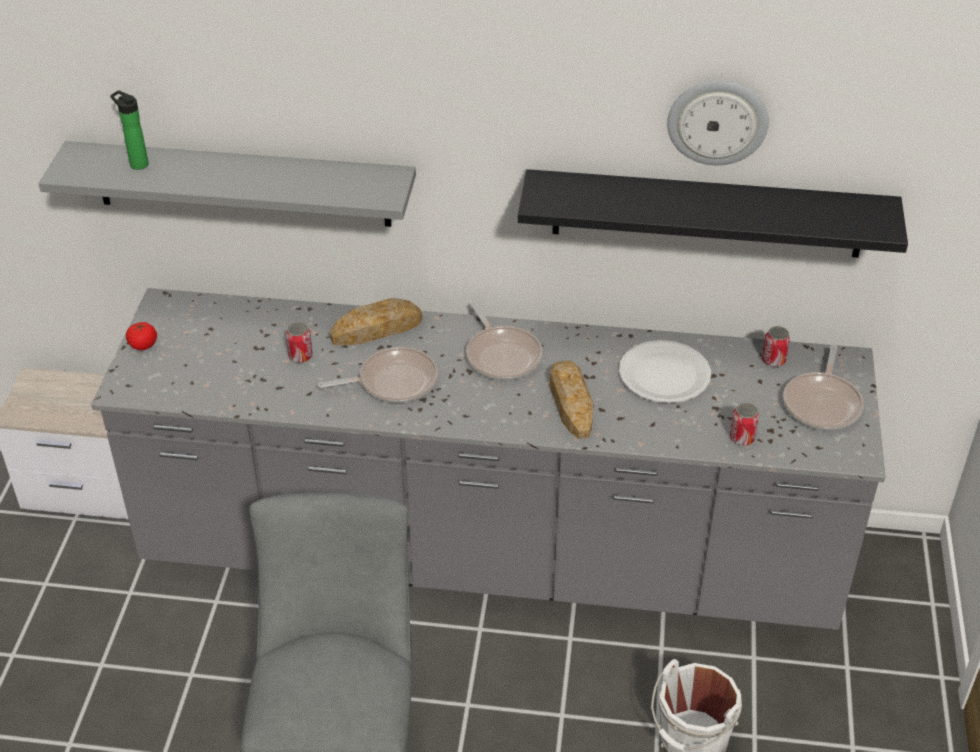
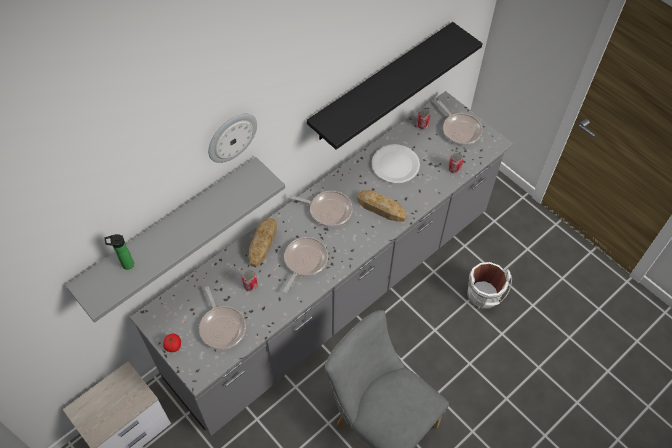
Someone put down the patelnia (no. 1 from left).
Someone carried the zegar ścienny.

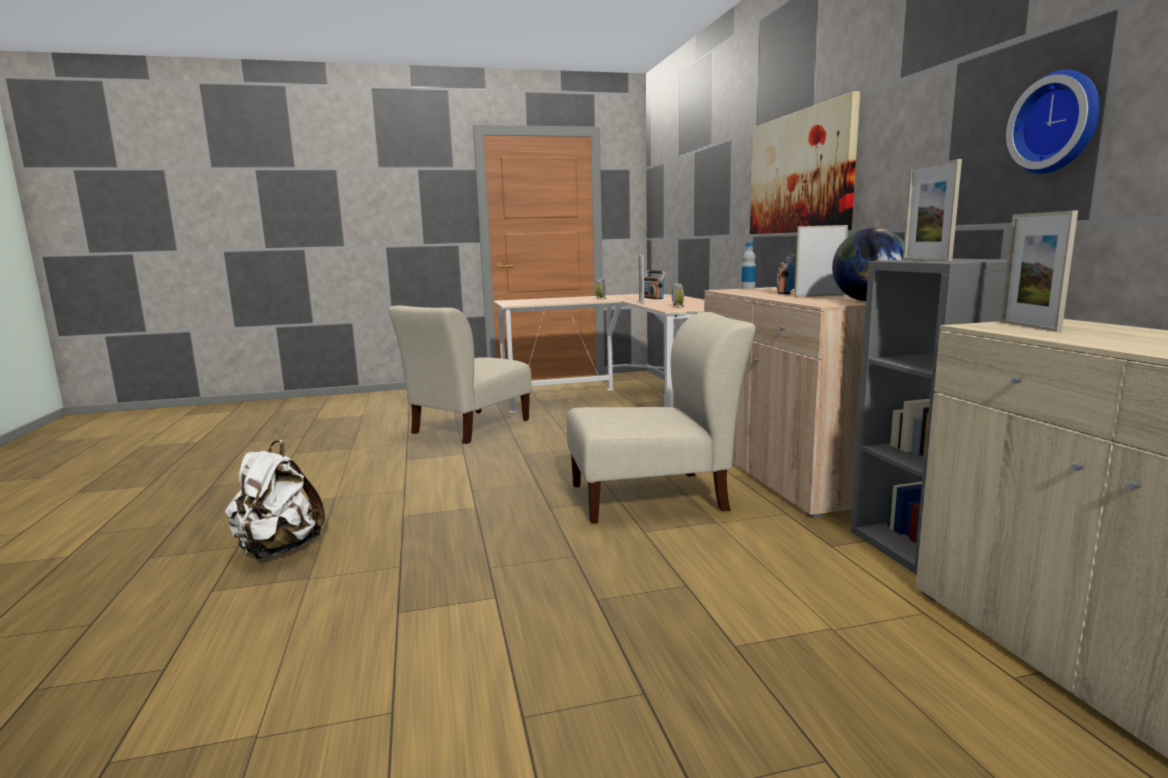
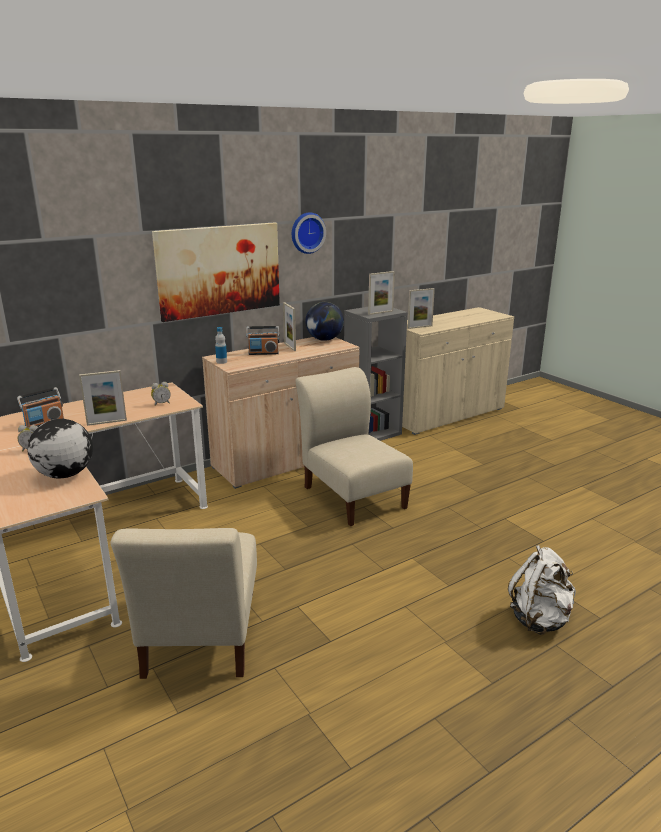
Someone put down the globus (no. 1 from left).
Someone rotated the krzesło/beżowy (no. 1 from left) by 75 degrees clockwise.
Someone carried the zegar ścienny.

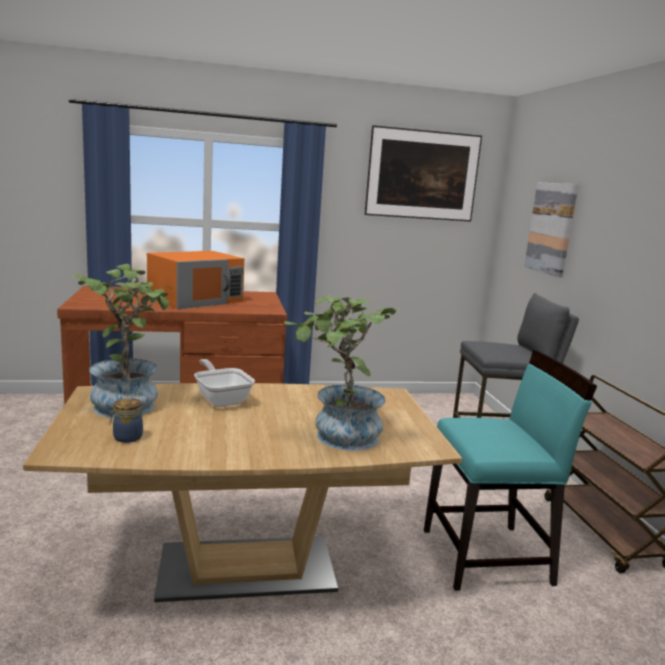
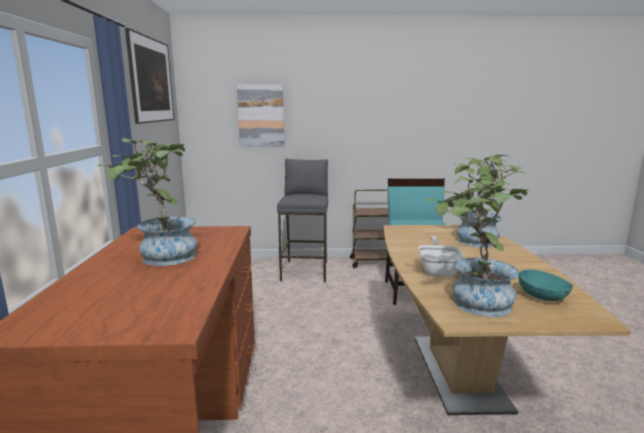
Someone swapped the mikrofalówka/pomarańczowy for the roślina doniczkowa (no. 1 from left).
Someone rotated the patelnia by 120 degrees clockwise.
Someone swapped the słoik for the miska/turkusowy.

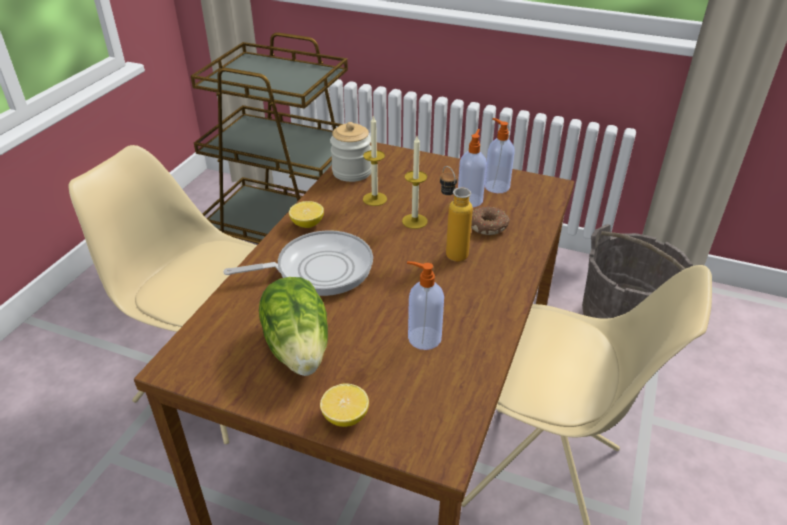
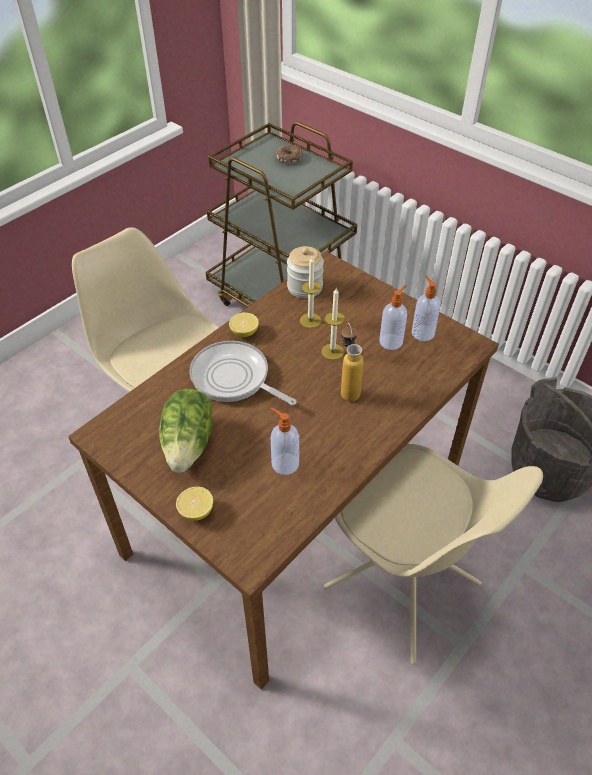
Someone rotated the patelnia by 150 degrees counterclockwise.
Someone carried the donut.

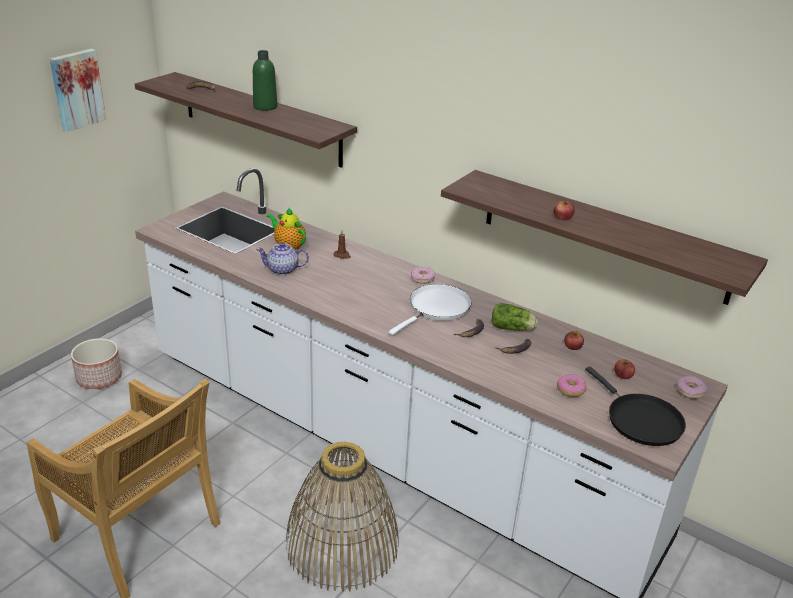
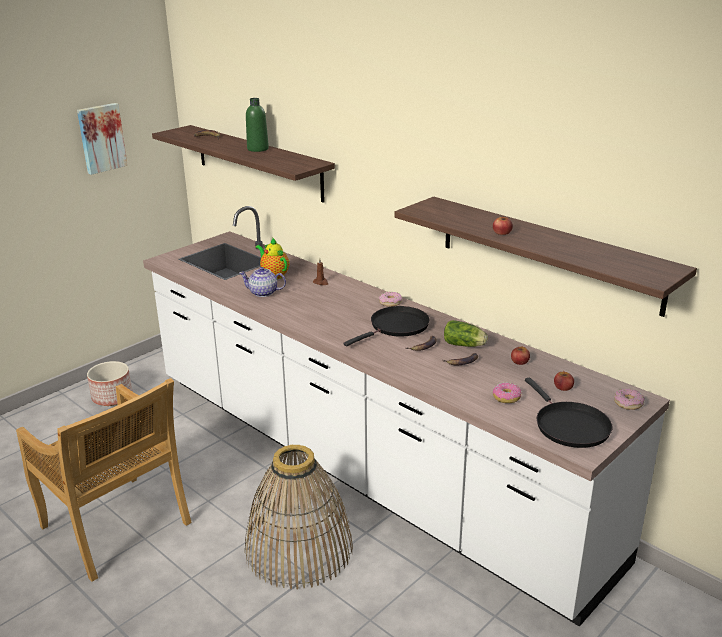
Someone repainted the patelnia/biały, which became the patelnia/czarny (no. 1 from left).

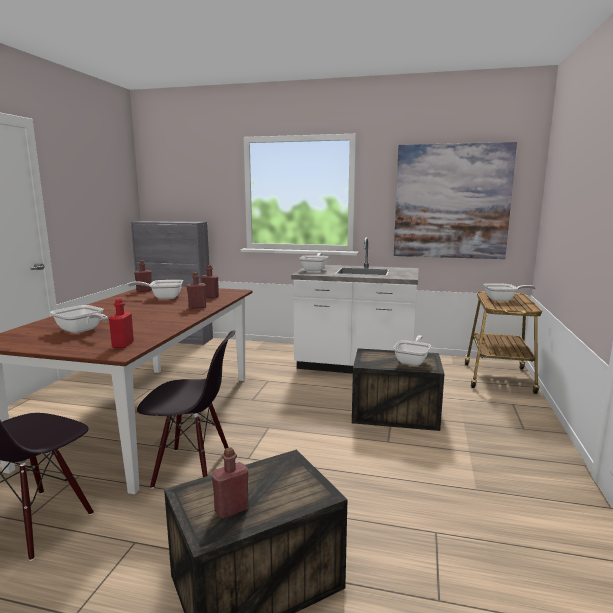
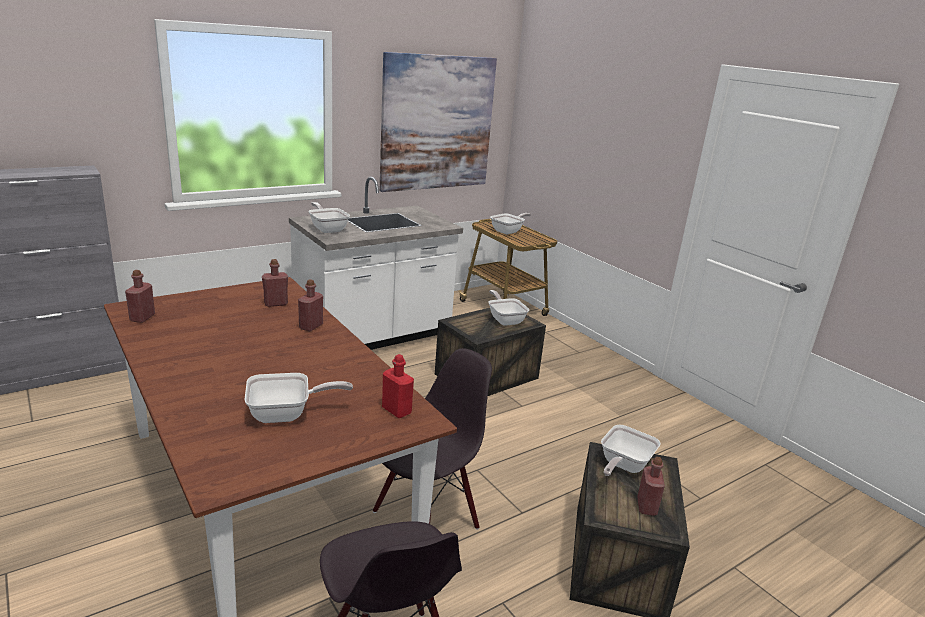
Someone carried the patelnia (no. 2 from left in the first image).

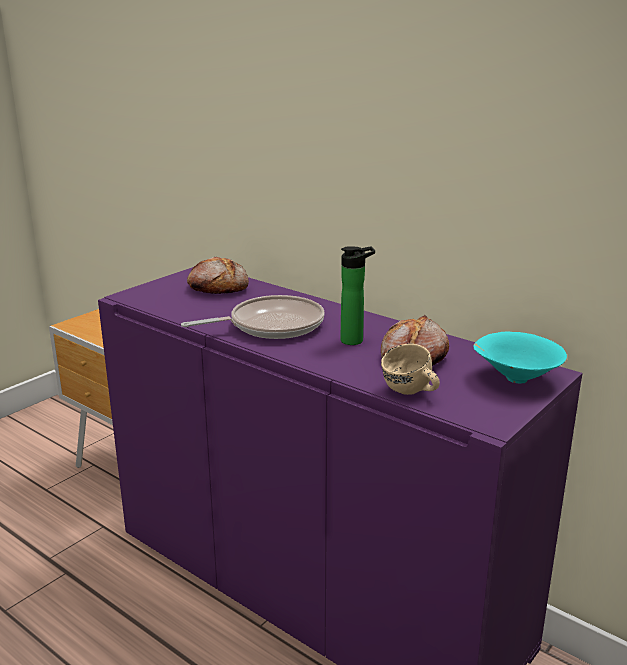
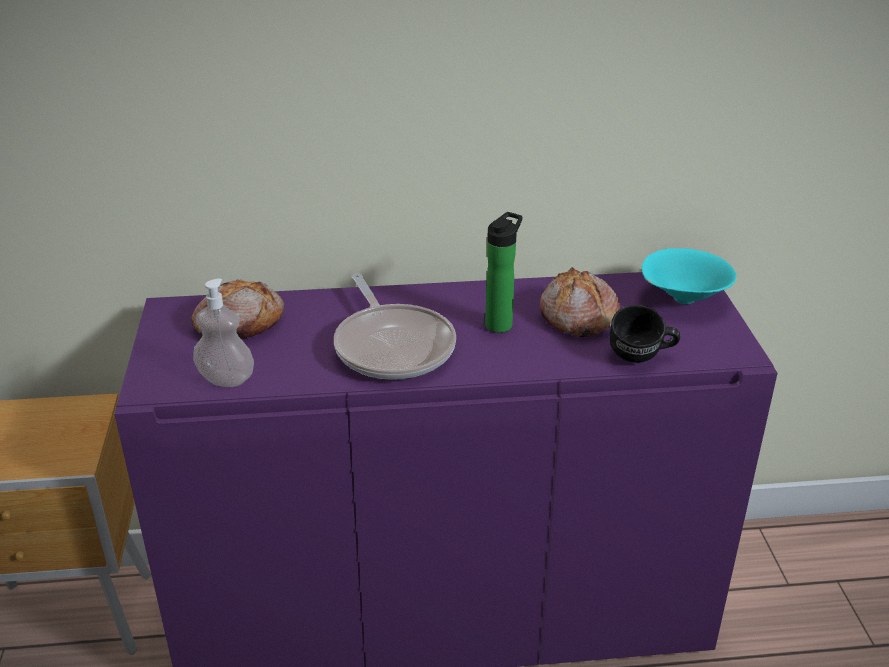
Someone put down the dozownik mydła.
Someone rotated the patelnia by 135 degrees clockwise.
Someone repainted the kubek/beżowy, which became the kubek/czarny.

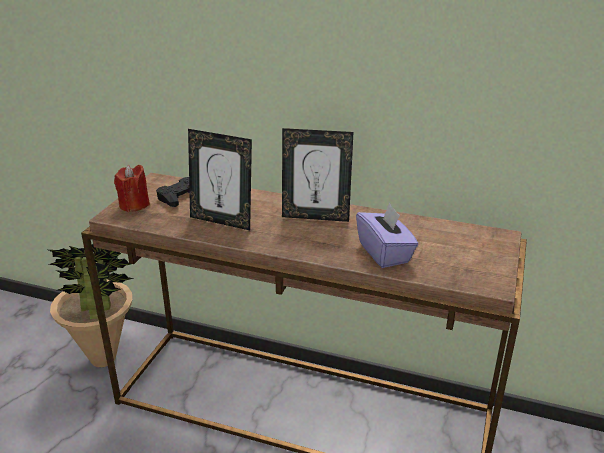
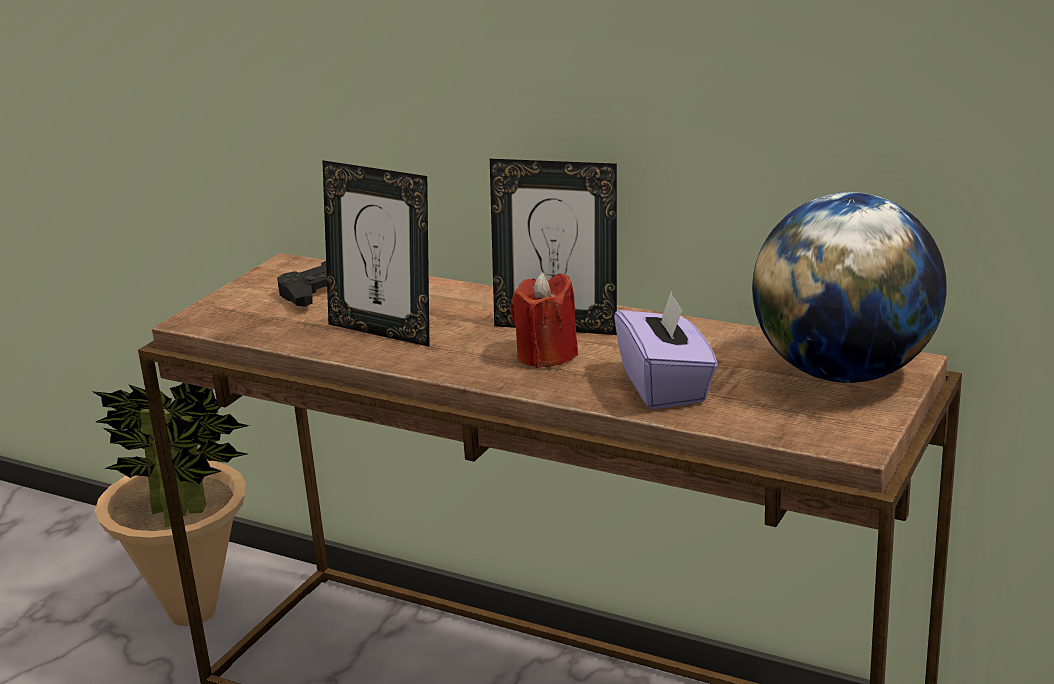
Someone carried the świeca/czerwony.
Someone put down the globus.

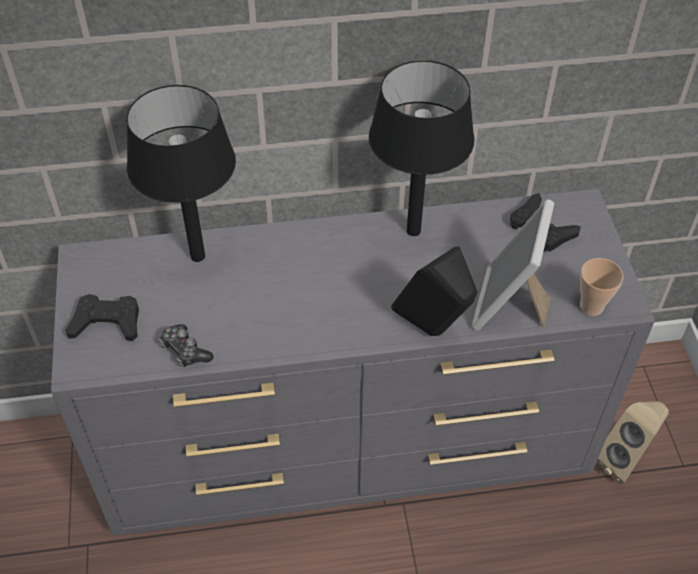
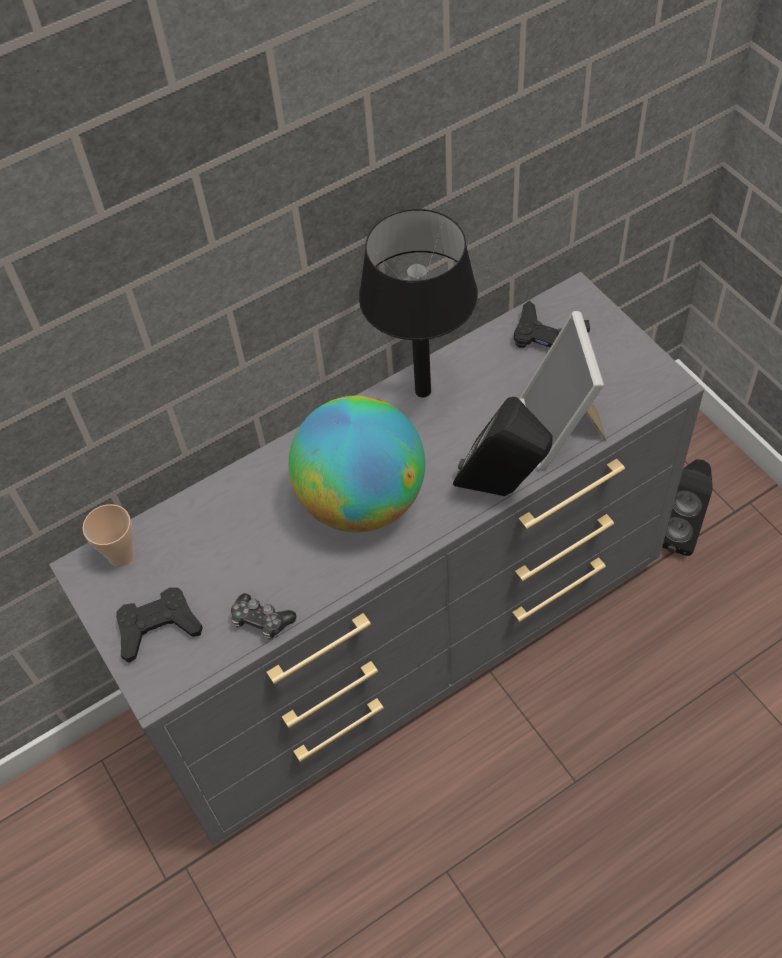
Someone carried the filiżanka.
Someone put down the globus.
Someone repainted the głośnik/beżowy, which became the głośnik/czarny (no. 2 from left).
Someone took away the lampa stołowa/czarny (no. 1 from left).

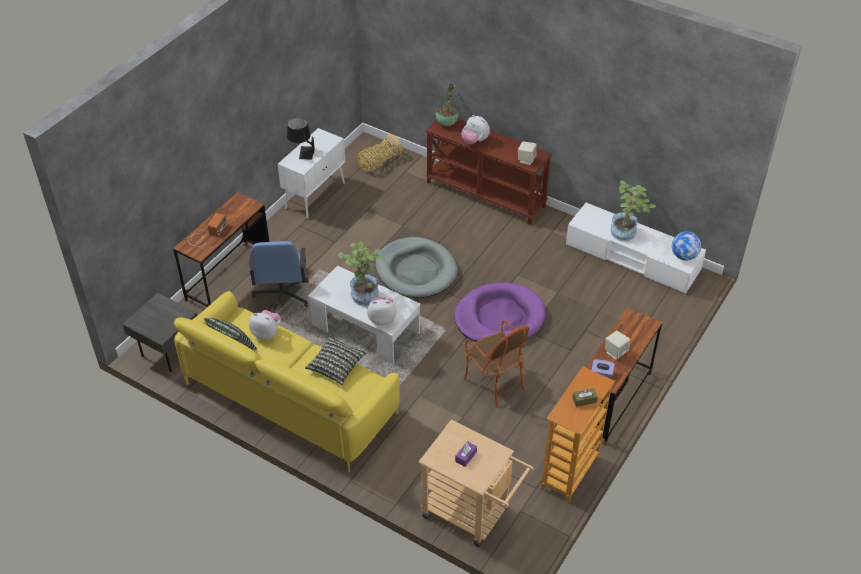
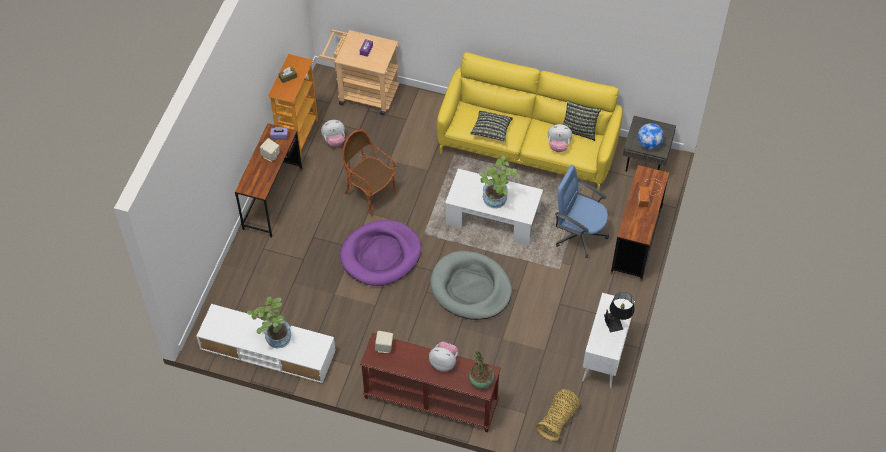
Someone carried the pluszak (no. 2 from left in the first image).
Someone rotated the krzesło biurowe/niebieski by 45 degrees counterclockwise.
Someone carried the globus.

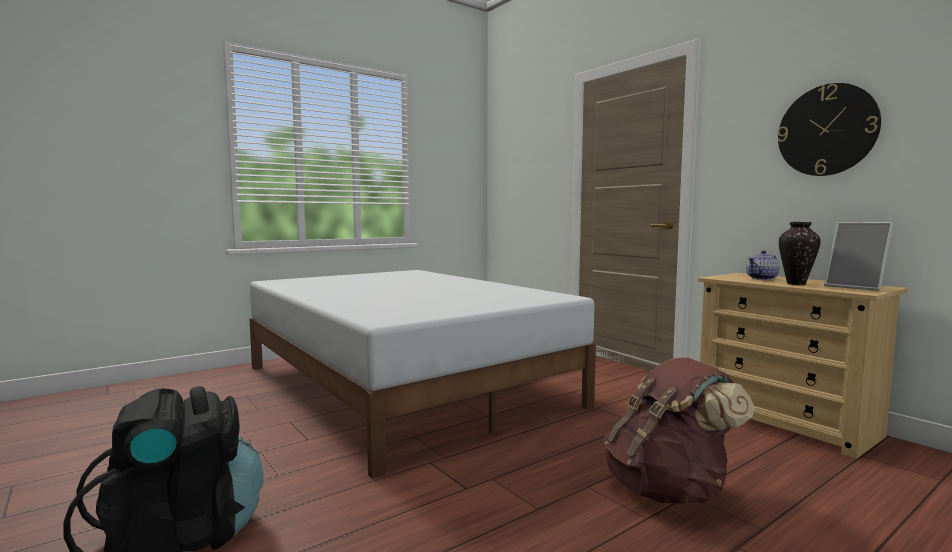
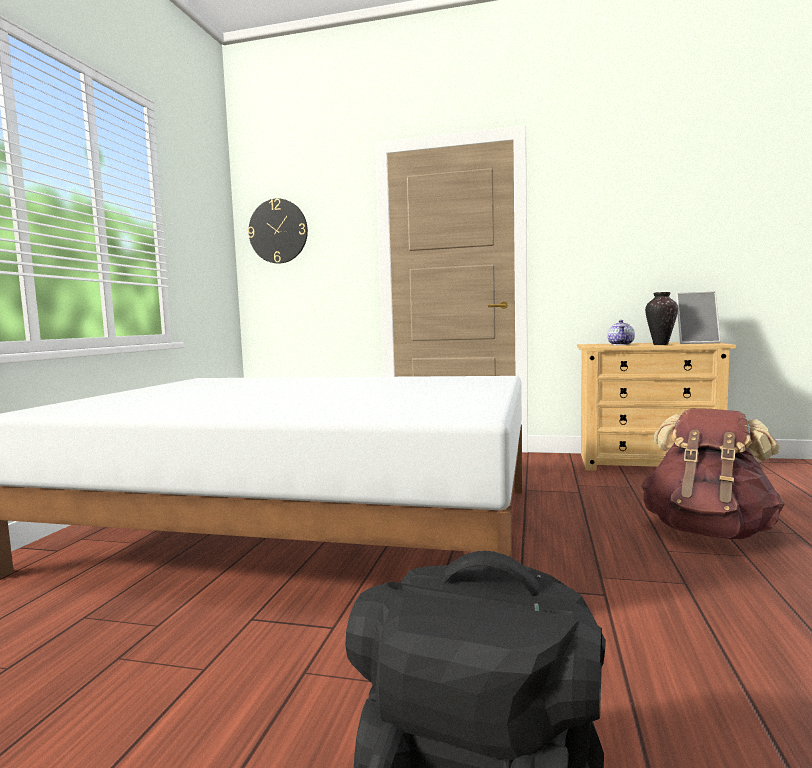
Someone carried the zegar ścienny.

